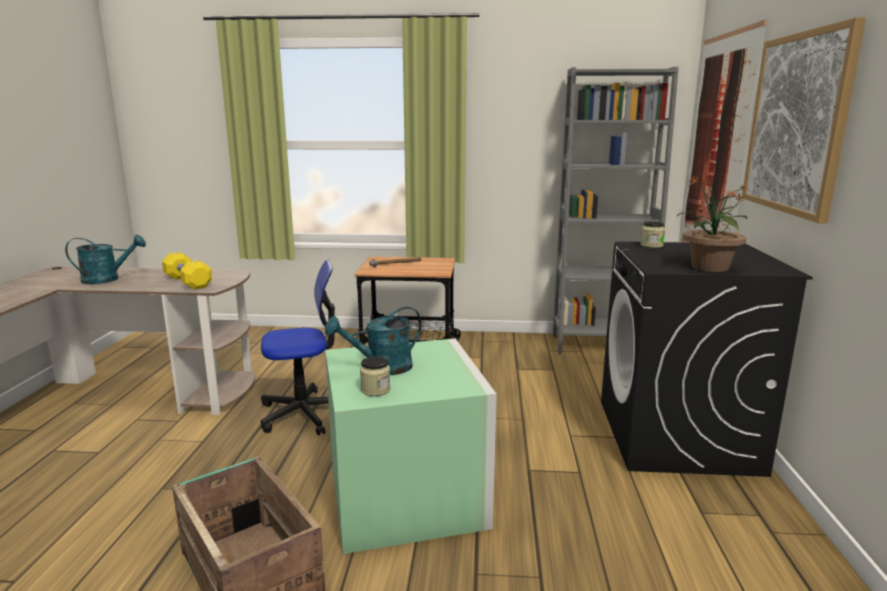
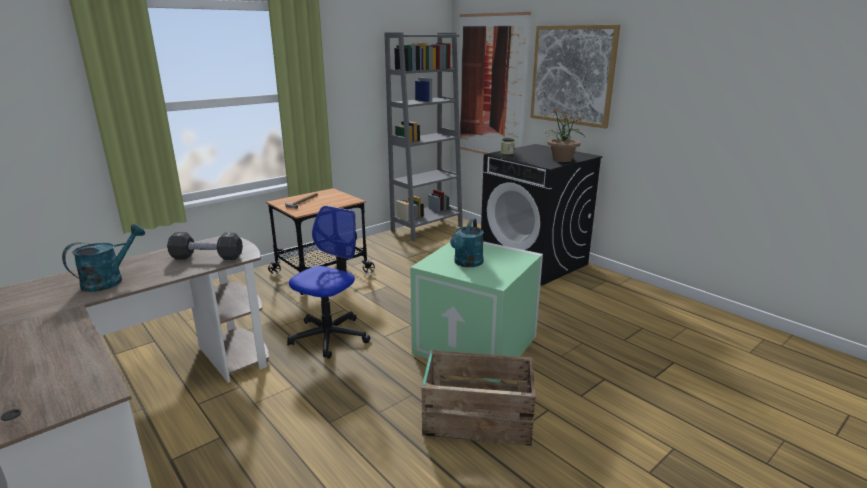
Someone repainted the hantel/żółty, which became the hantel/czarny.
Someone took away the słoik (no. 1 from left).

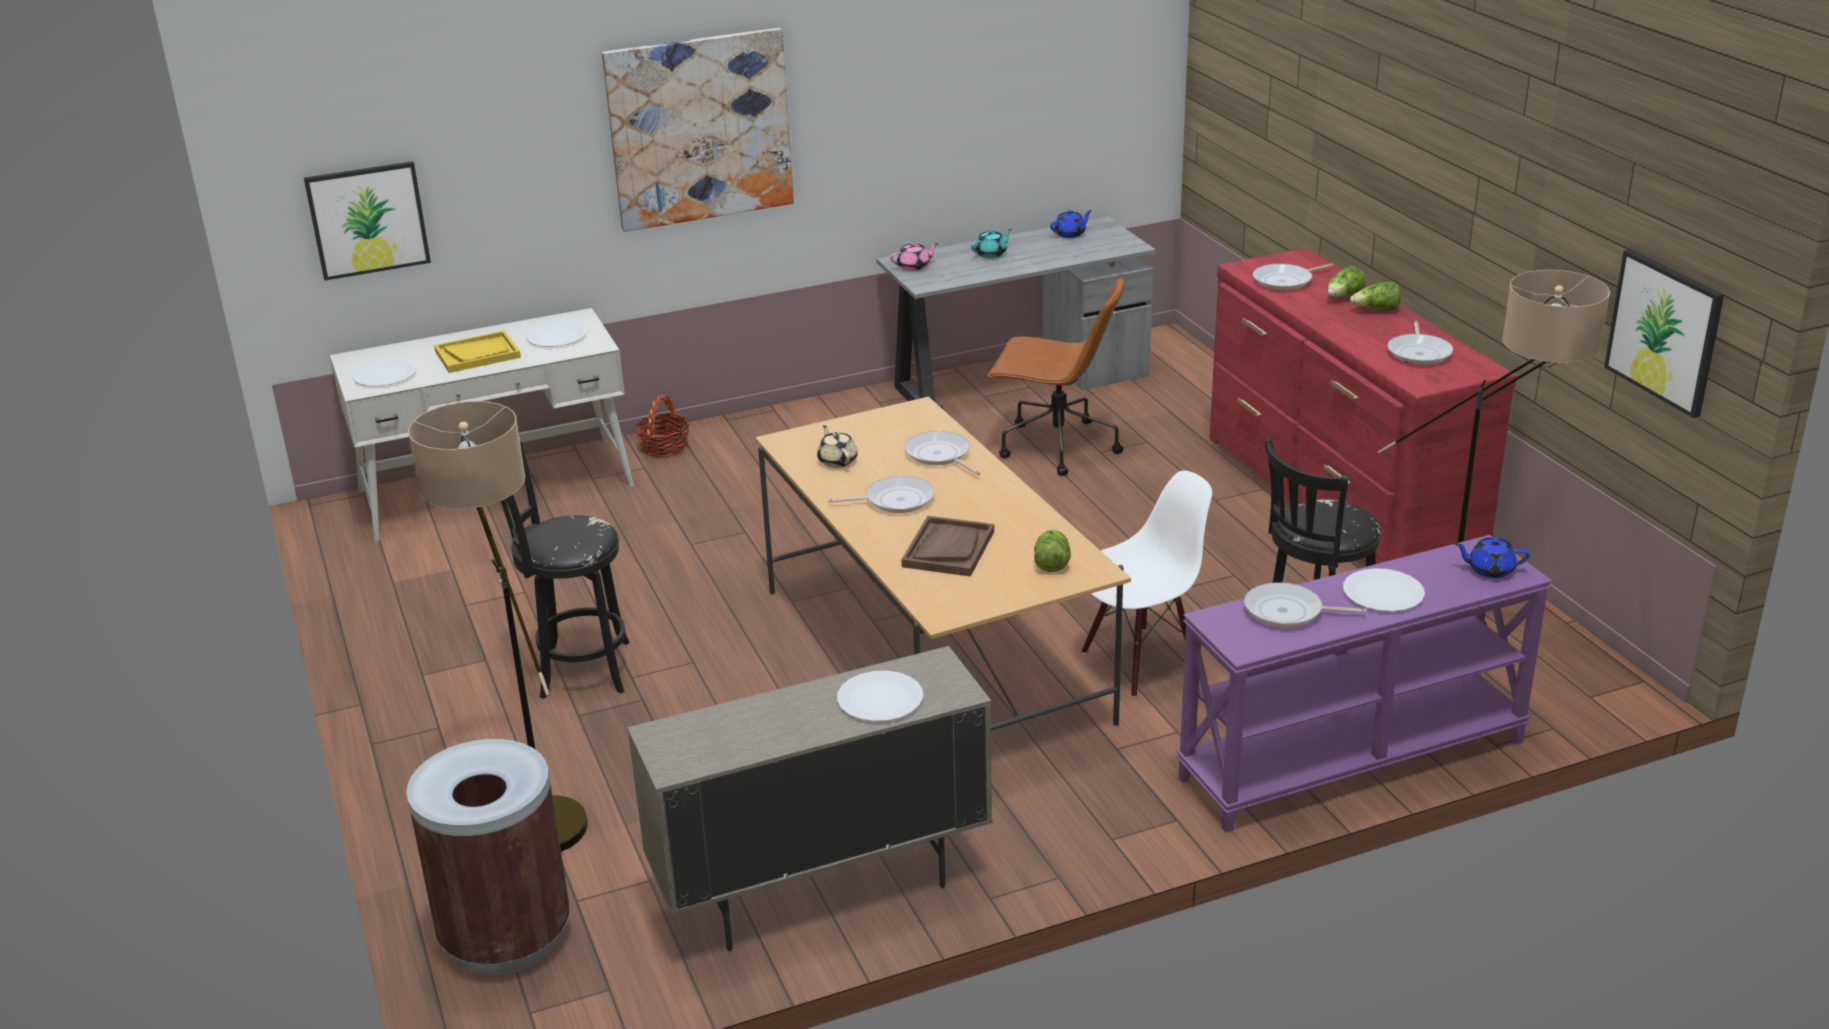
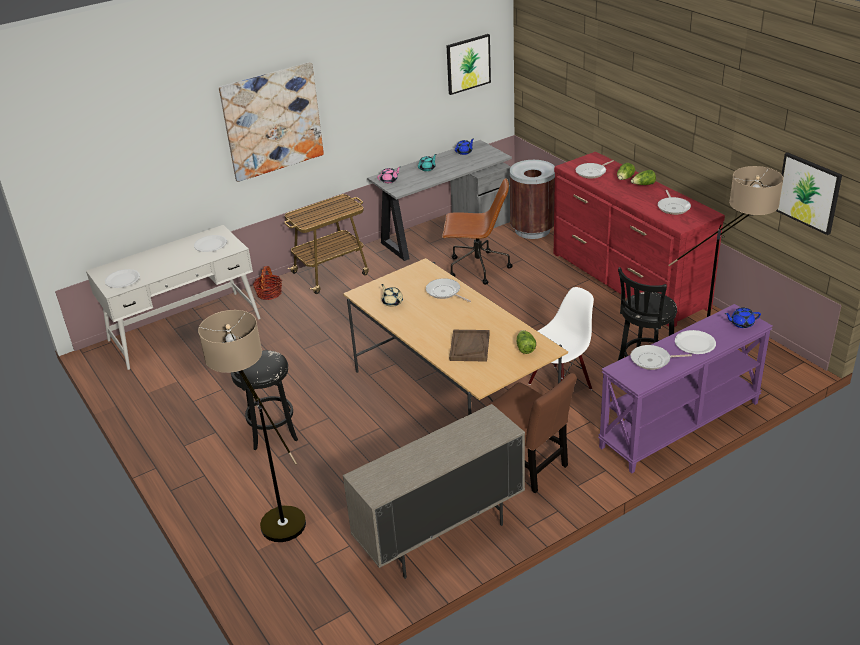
Someone put down the wózek.
Someone carried the obraz (no. 1 from left in the first image).
Someone put down the krzesło/brązowy.
Someone carried the kosz na śmieci/brązowy.
Someone took away the taca/żółty.
Someone took away the patelnia (no. 1 from left).
Someone took away the talerz/biały (no. 3 from left).

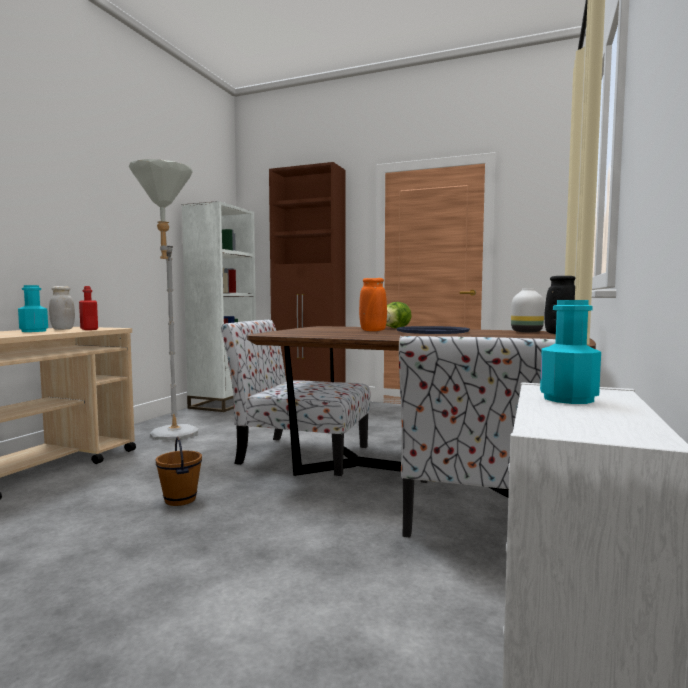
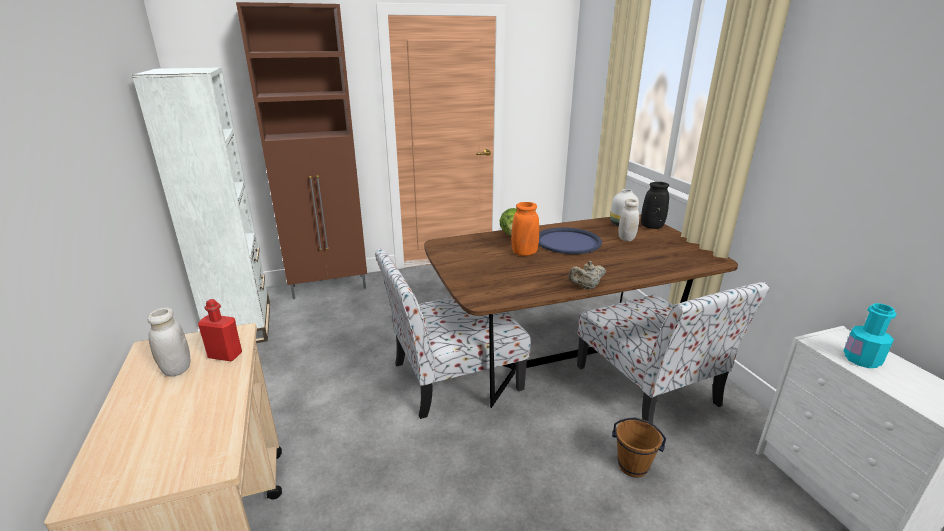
Someone put down the imbryk/beżowy.
Someone carried the wiadro/brązowy.
Someone put down the słoik/biały (no. 2 from left).
Someone took away the butelka/turkusowy (no. 1 from left).
Someone took away the lampa stojąca/szary.

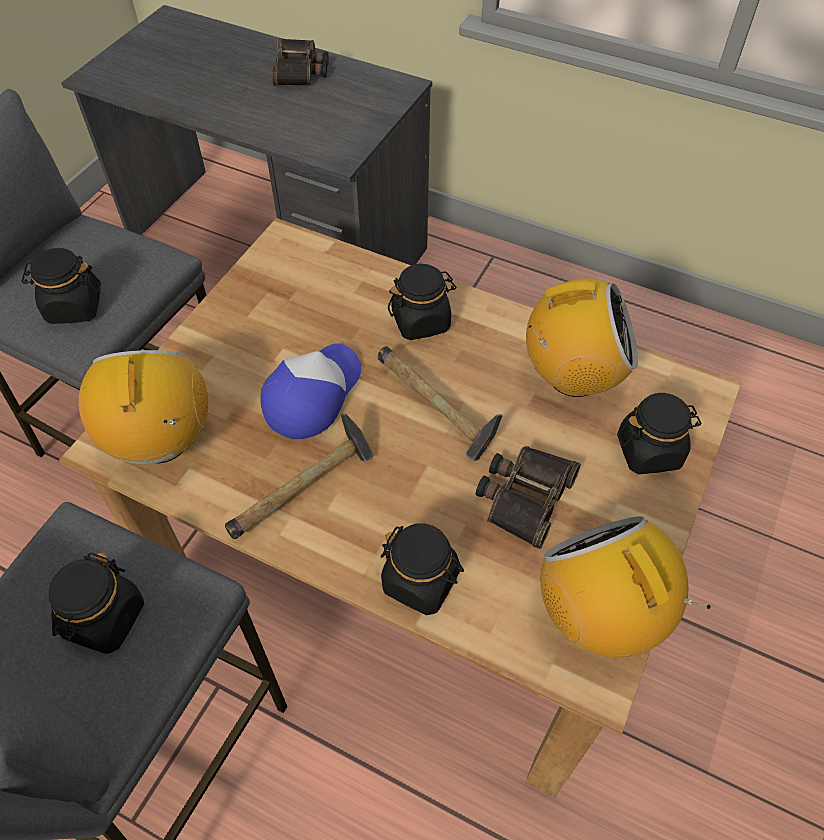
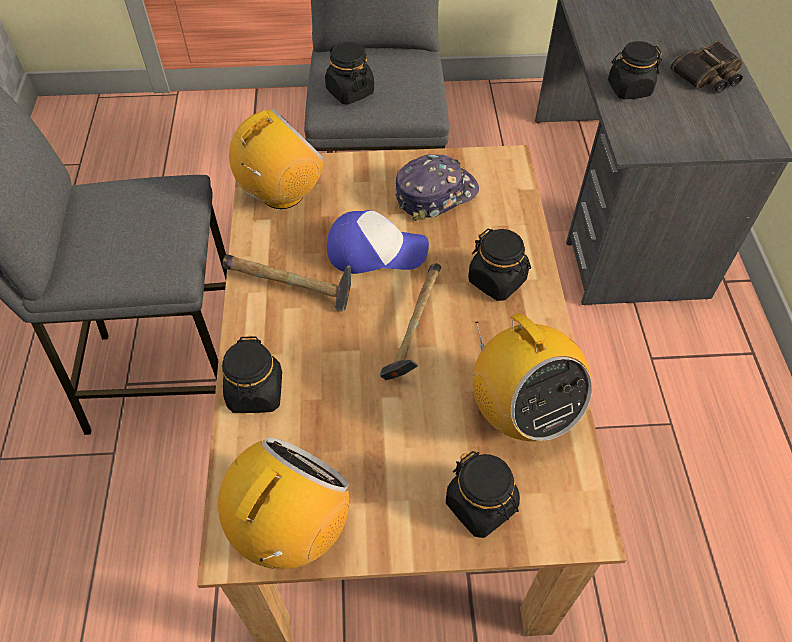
Someone put down the czapka z daszkiem (no. 2 from left).
Someone carried the słoik/czarny (no. 2 from left in the first image).
Someone took away the lornetka (no. 2 from left).

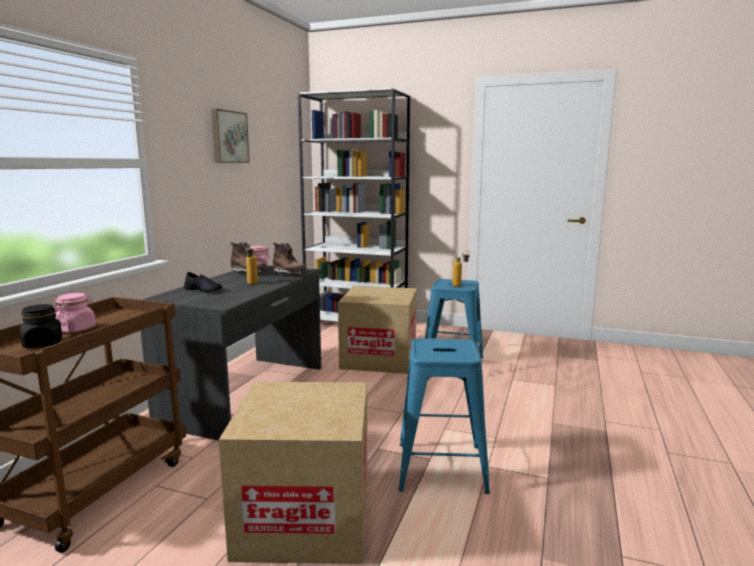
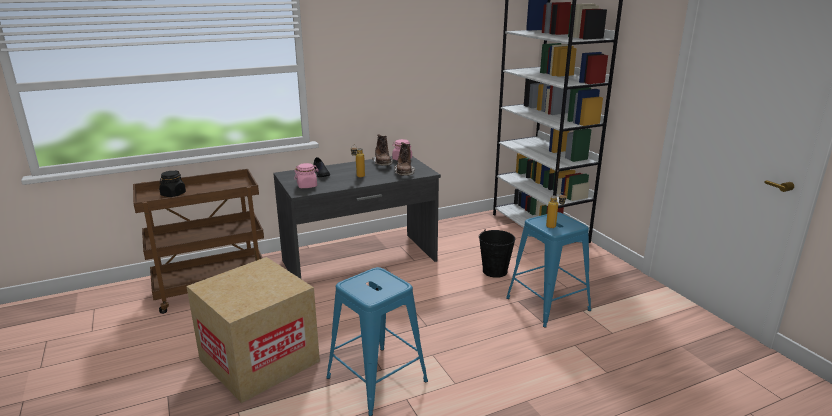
Someone carried the słoik/różowy (no. 1 from left).
Someone swapped the karton (no. 2 from left) for the wiadro/czarny.
Someone took away the obraz.

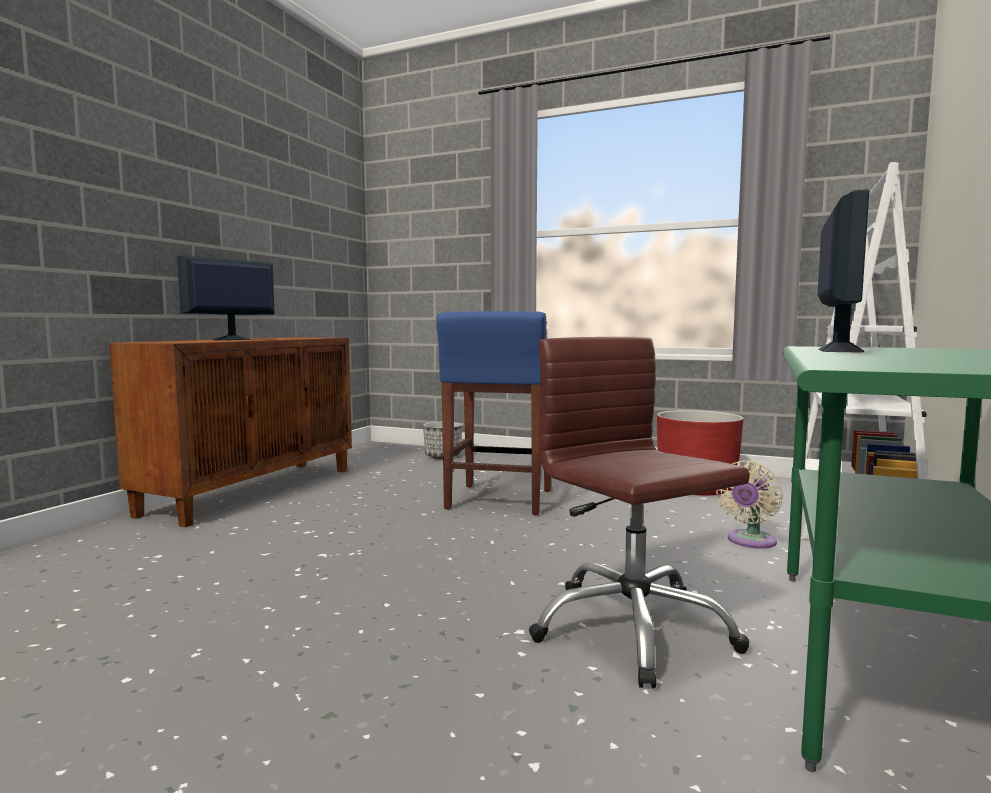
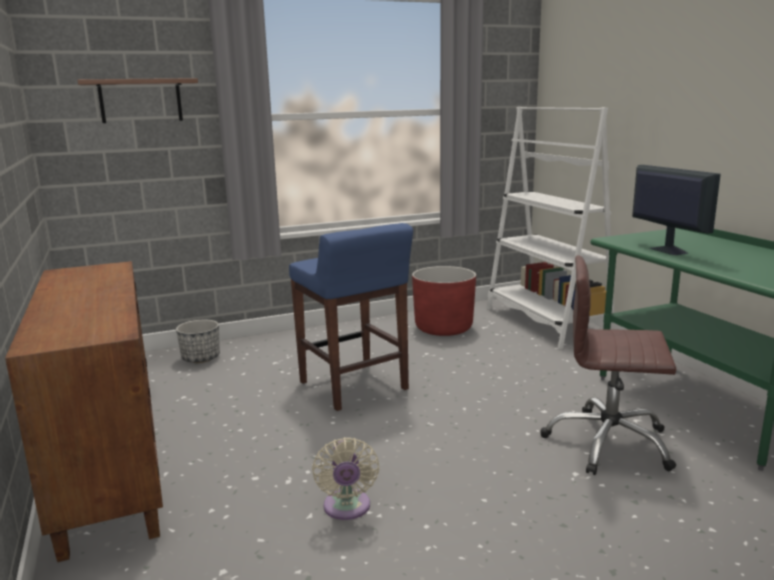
Someone put up the półka.
Someone carried the wentylator/beżowy.
Someone took away the monitor (no. 1 from left).

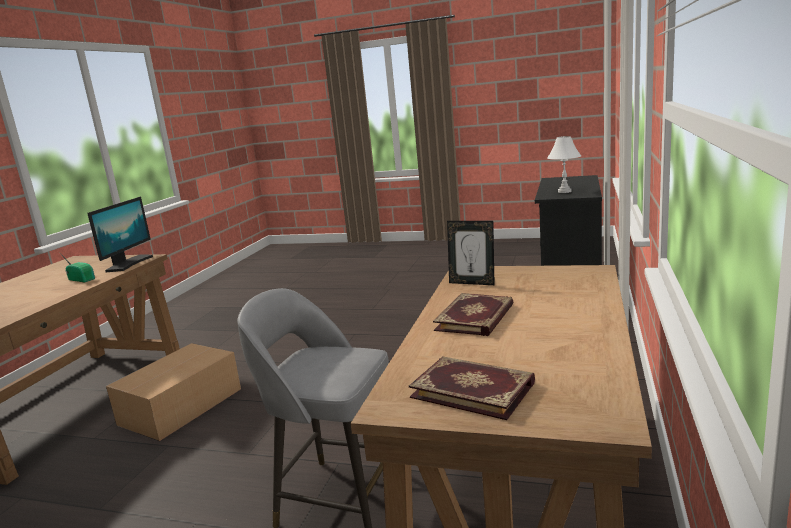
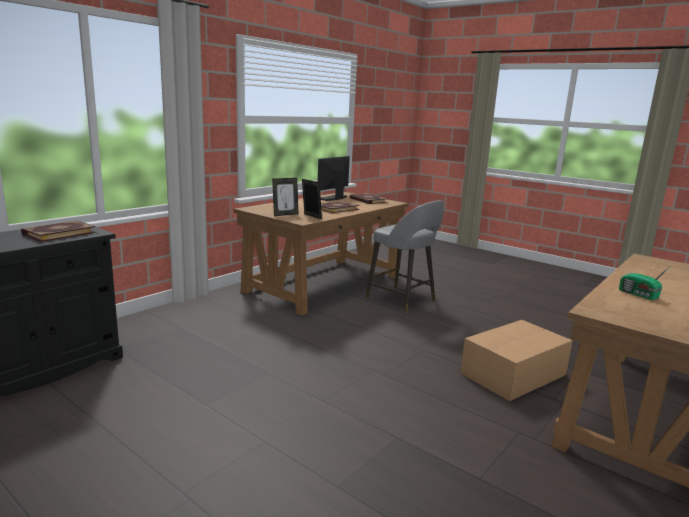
Someone swapped the lampa stołowa/biały for the książka (no. 1 from left).
Someone put down the ramka na zdjęcie (no. 1 from left).
Someone carried the monitor.

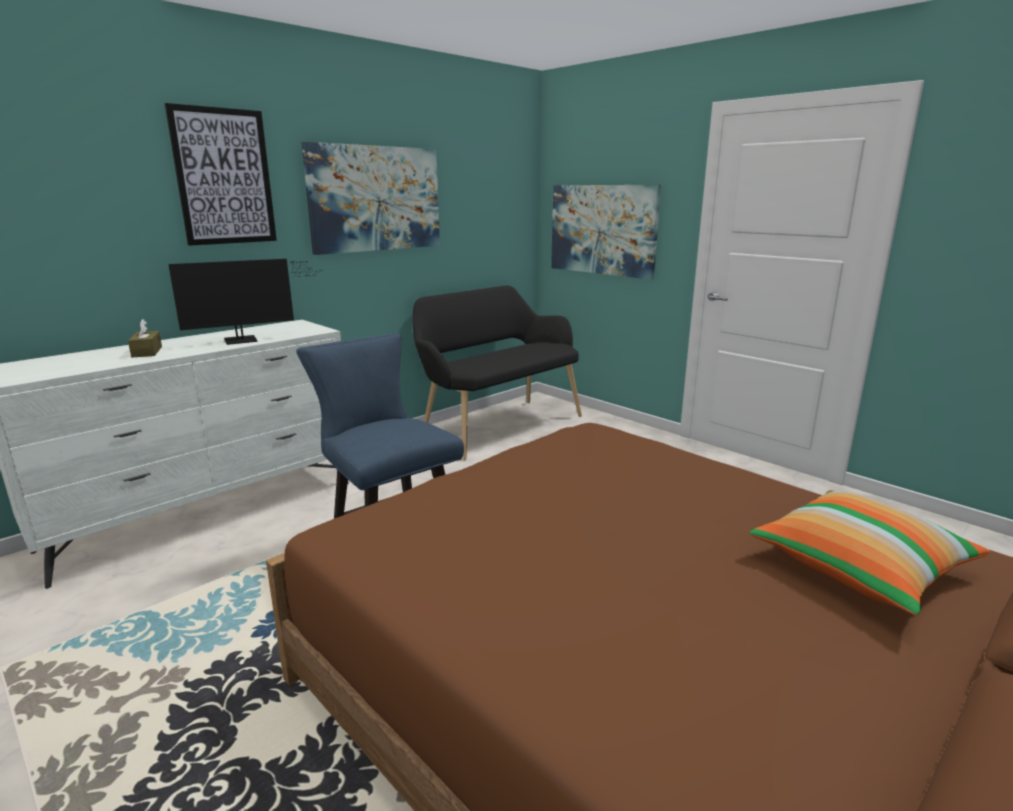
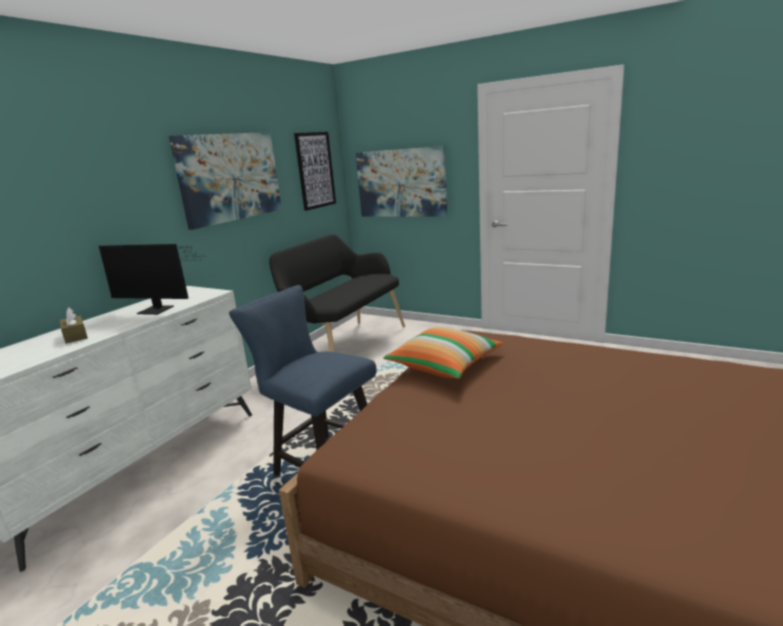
Someone rotated the monitor by 60 degrees clockwise.
Someone carried the obraz (no. 1 from left in the first image).
Someone carried the poduszka.

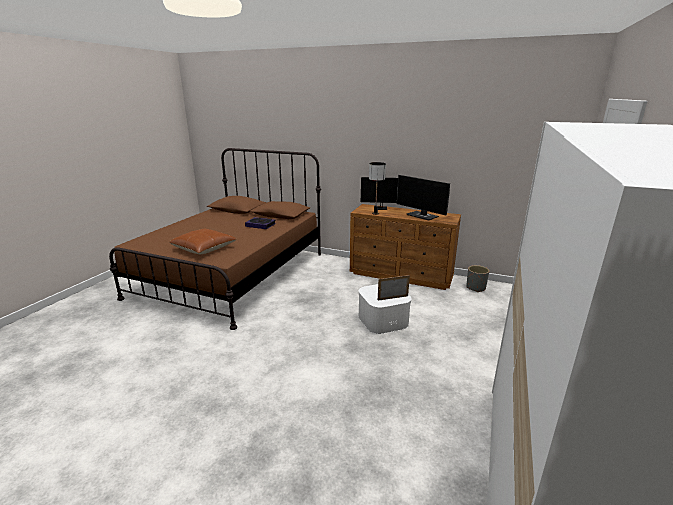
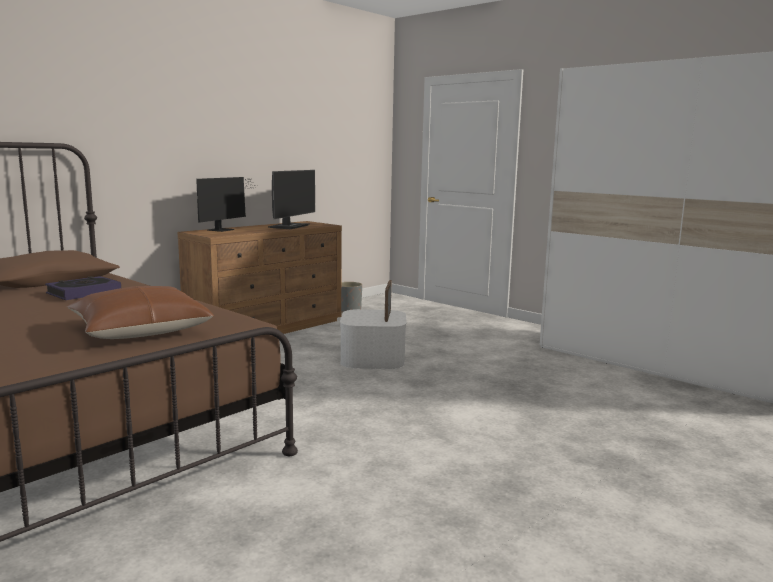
Someone rotated the monitor (no. 2 from left) by 45 degrees counterclockwise.
Someone took away the lampa stołowa.

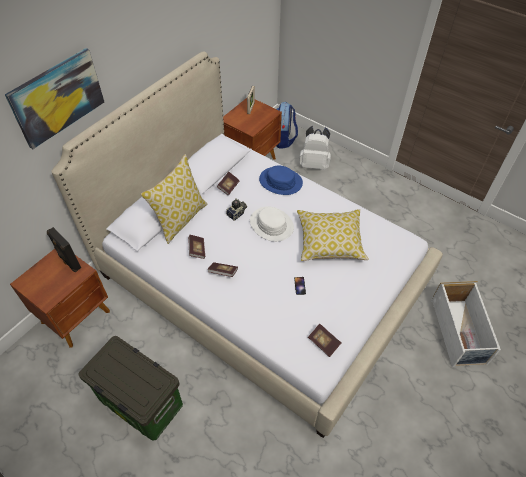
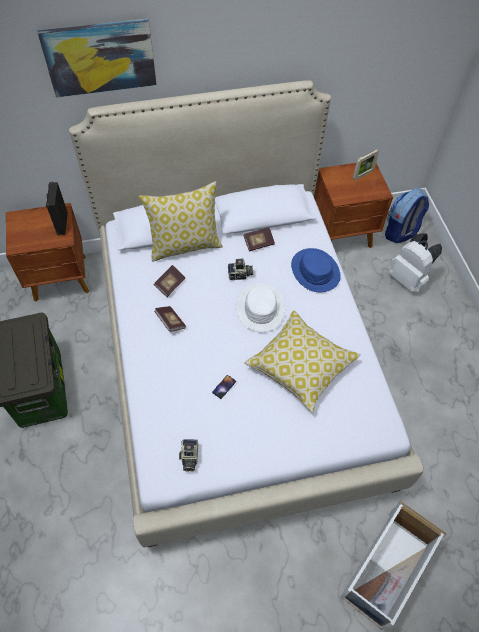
Someone swapped the książka (no. 4 from left) for the aparat fotograficzny (no. 1 from left).

